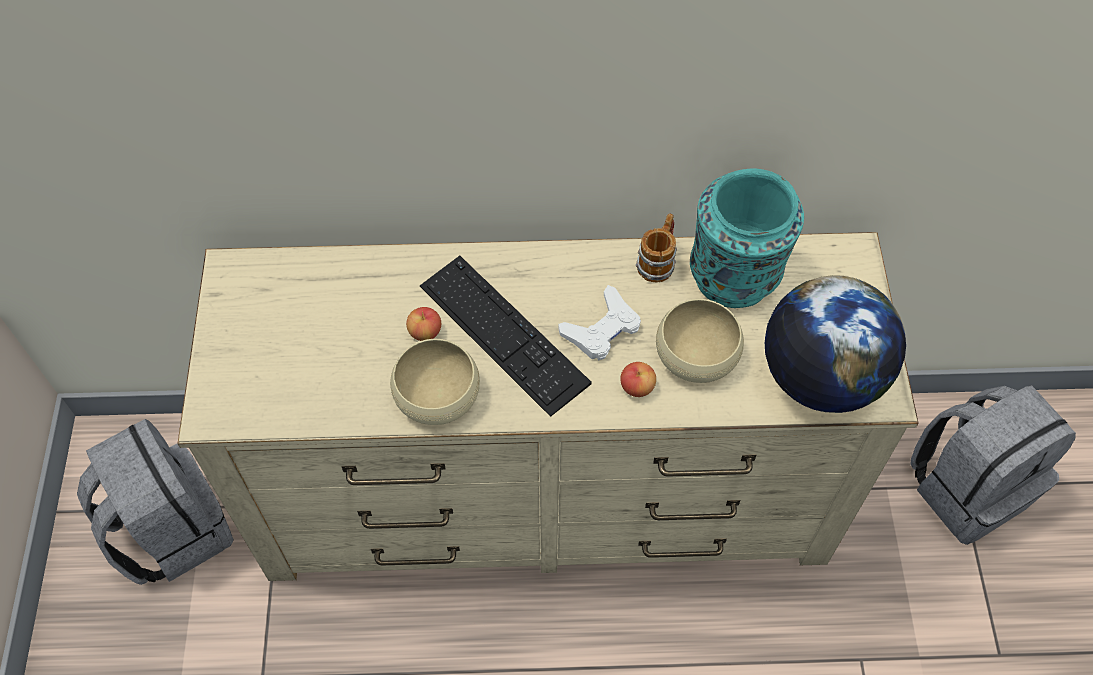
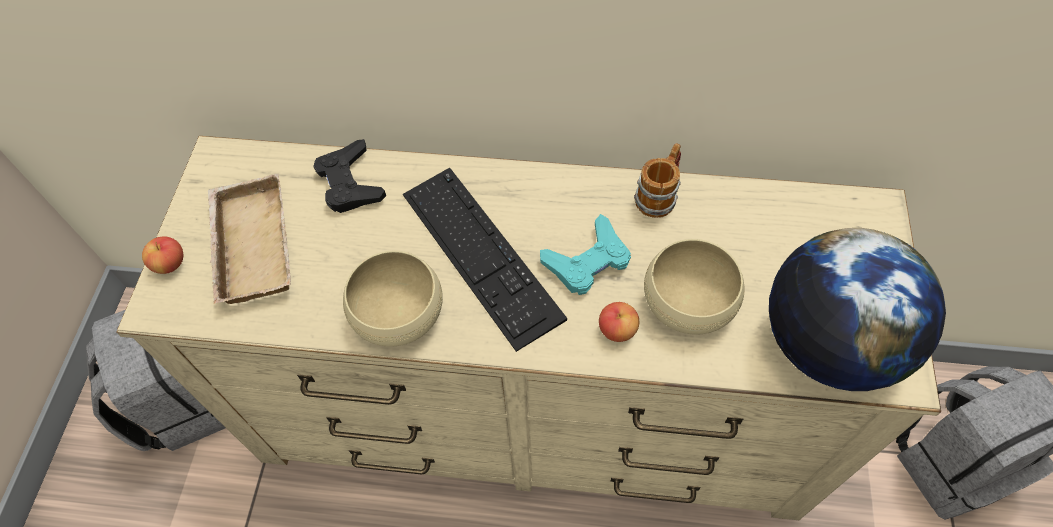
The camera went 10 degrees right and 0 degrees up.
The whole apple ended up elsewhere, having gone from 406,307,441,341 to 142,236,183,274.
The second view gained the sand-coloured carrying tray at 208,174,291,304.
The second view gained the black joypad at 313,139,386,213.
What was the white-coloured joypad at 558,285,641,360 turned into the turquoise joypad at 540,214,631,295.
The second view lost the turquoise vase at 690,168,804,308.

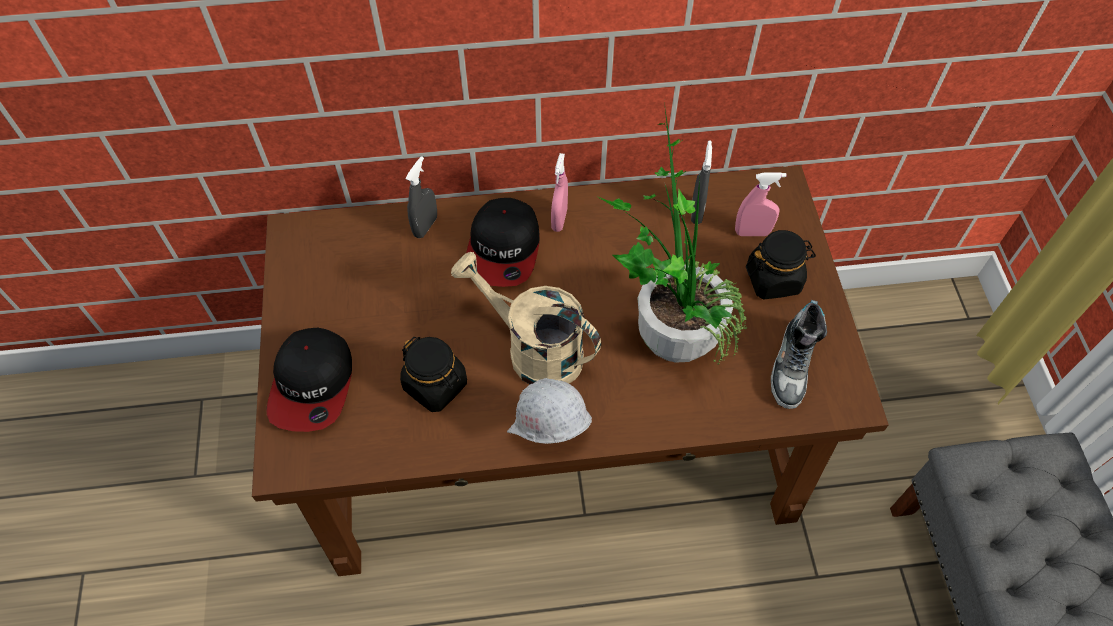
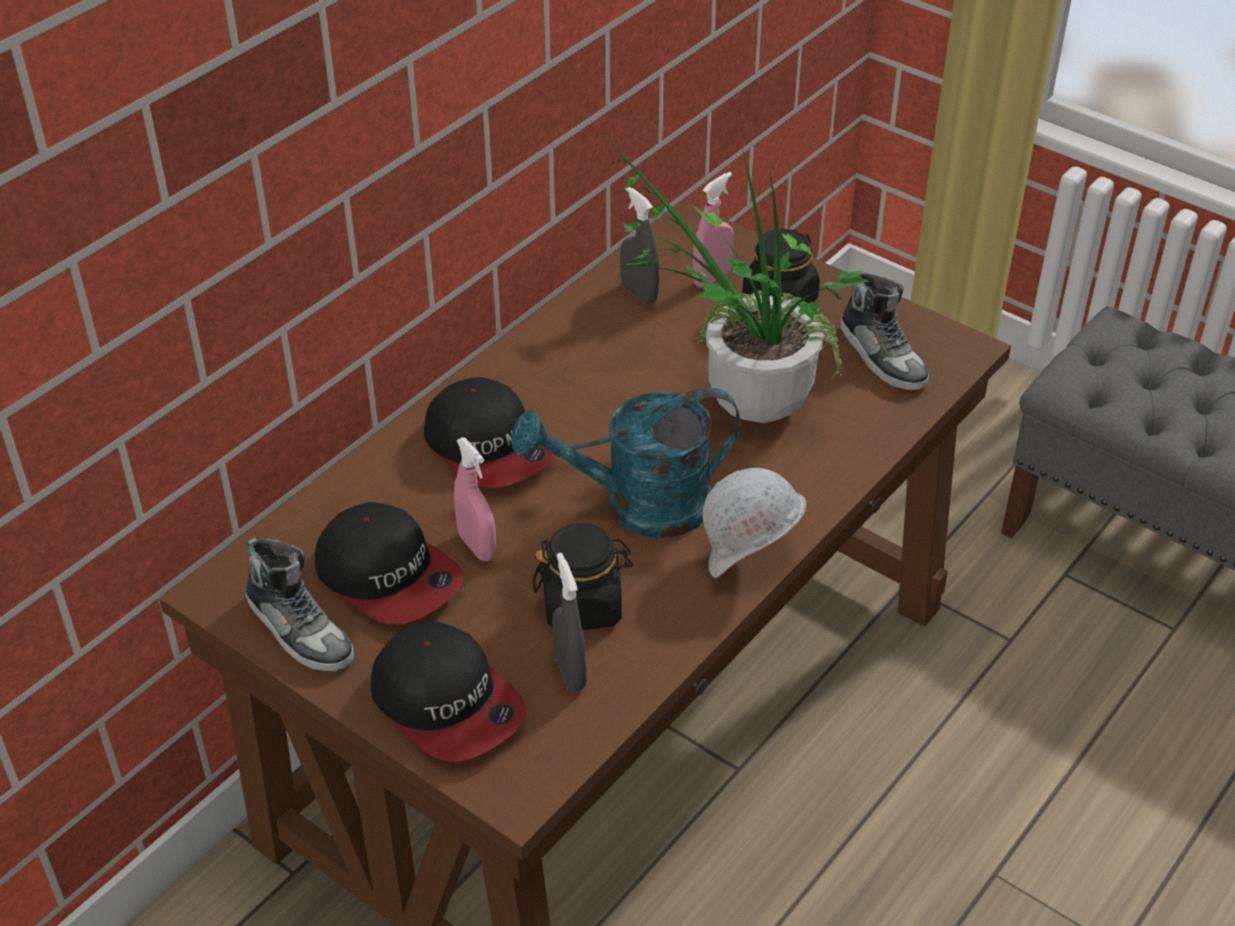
The camera went 45 degrees left and 15 degrees down.
The second view gained the low shoe at 246,538,354,672.
The second view gained the baseball cap at 315,502,463,624.
The pink hand sprayer ended up elsewhere, having gone from 551,153,568,232 to 454,437,496,561.
What was the sand-coloured watering can at 451,252,601,384 turned into the turquoise watering can at 512,388,740,538.
The grey hand sprayer ended up elsewhere, having gone from 405,156,437,238 to 552,553,587,692.

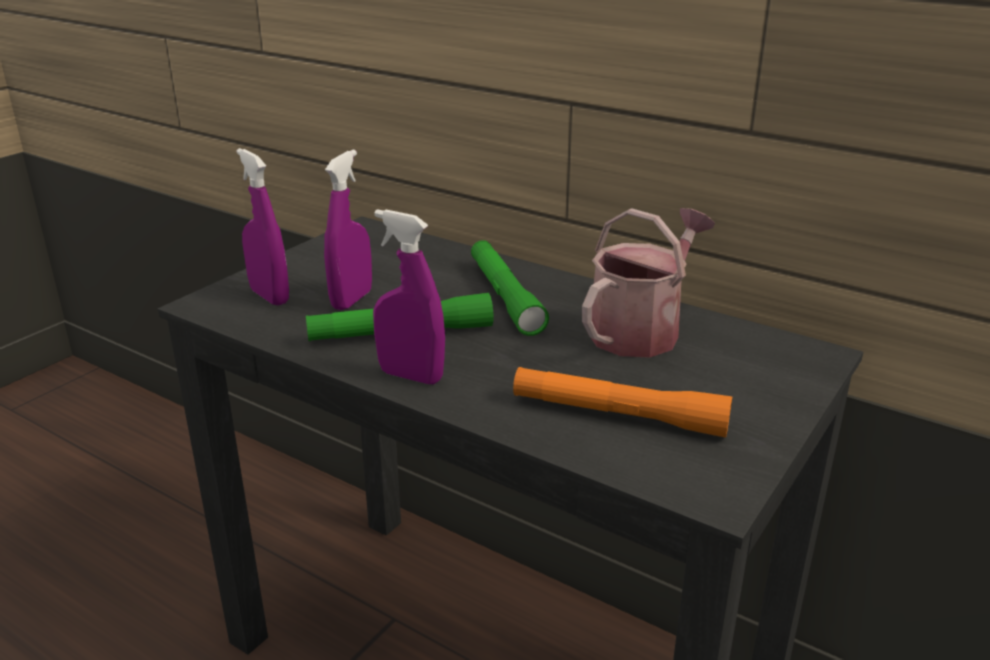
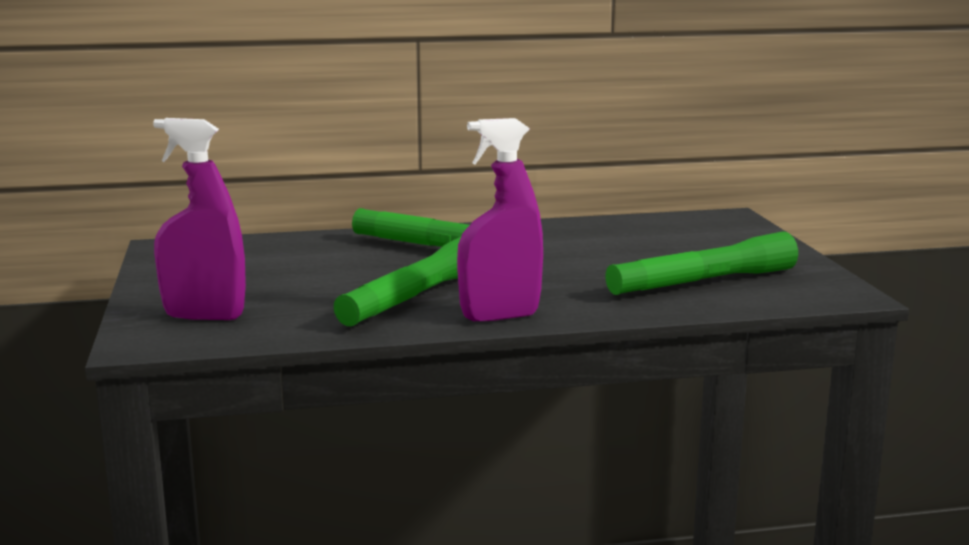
The camera went 45 degrees left and 10 degrees down.
What was the orange flashlight at 513,367,732,438 turned into the green flashlight at 605,231,798,295.
The second view lost the purplish hand sprayer at 324,150,372,310.
The second view lost the watering can at 582,208,715,358.

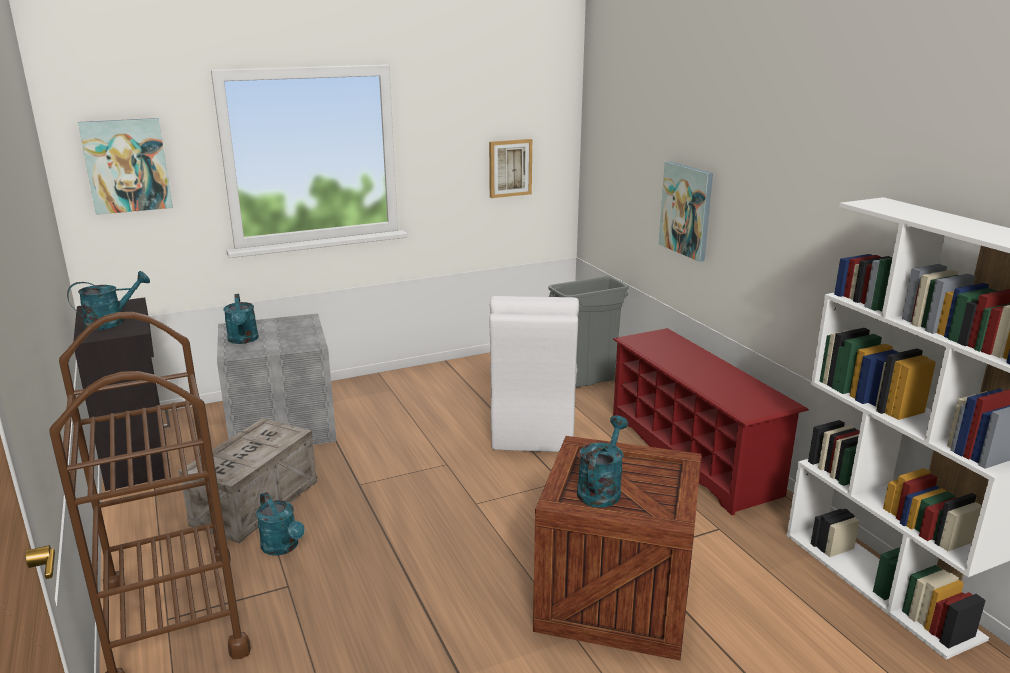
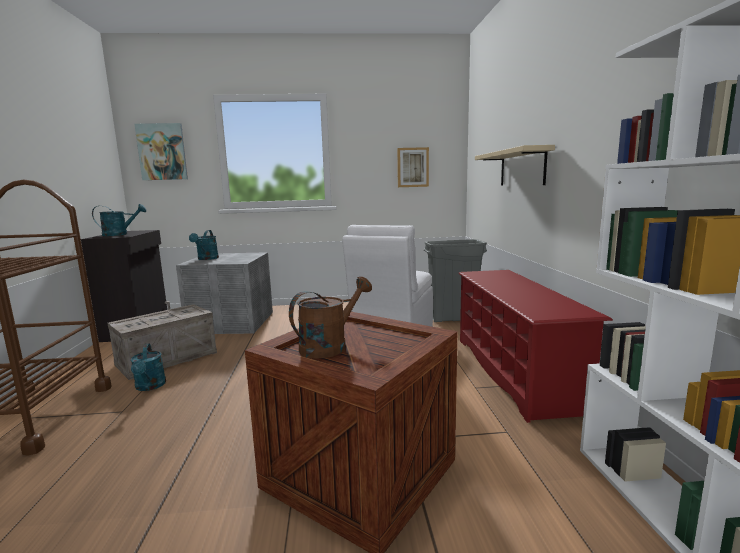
The camera went 20 degrees right and 10 degrees down.
What was the turquoise watering can at 577,415,628,507 turned into the brownish watering can at 289,277,372,359.
Where the wall picture hung at 659,161,713,262, the sand-coloured bracket shelf came to hang at 475,145,555,186.

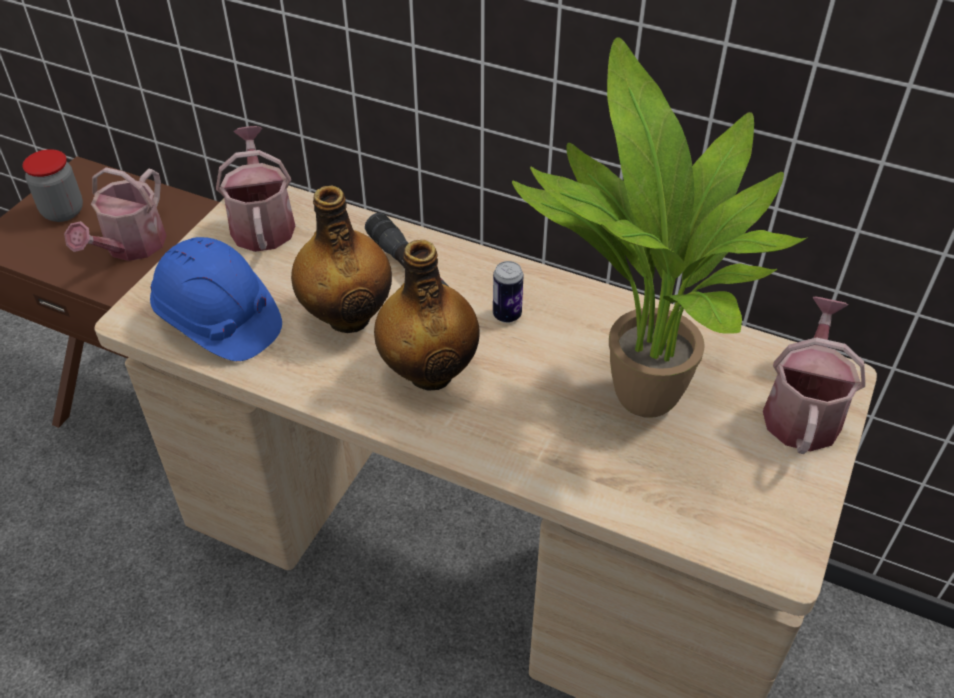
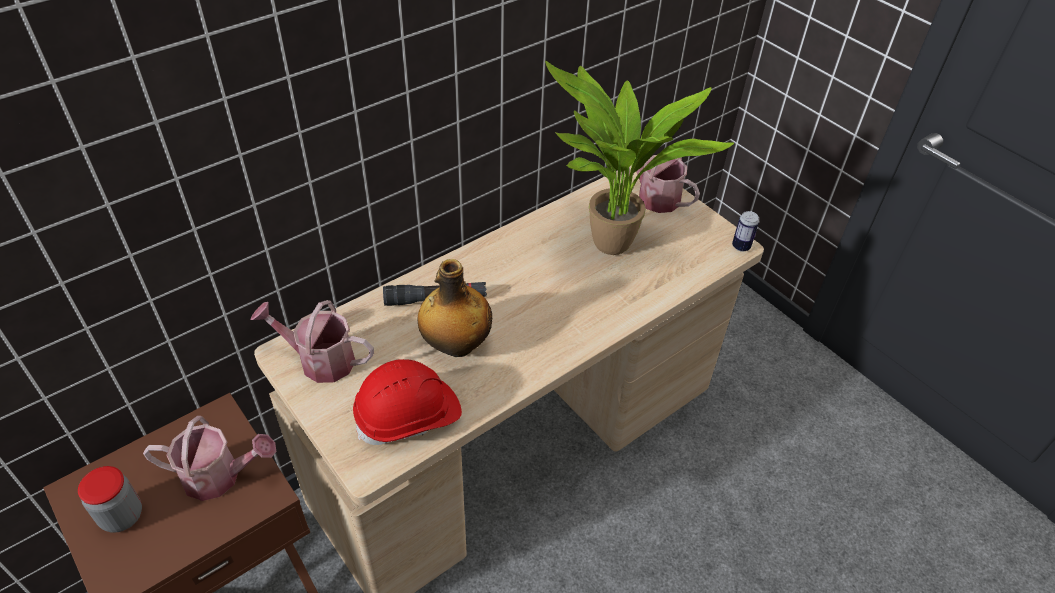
The camera went 65 degrees left and 0 degrees up.
The watering can at 64,167,167,261 ended up facing another way, 45 degrees counterclockwise from before.
What was the blue-coloured safety helmet at 150,237,282,361 turned into the red safety helmet at 353,359,462,445.
The metal can ended up elsewhere, having gone from 493,261,524,323 to 732,211,759,252.
The second view lost the drink bottle at 374,240,480,391.

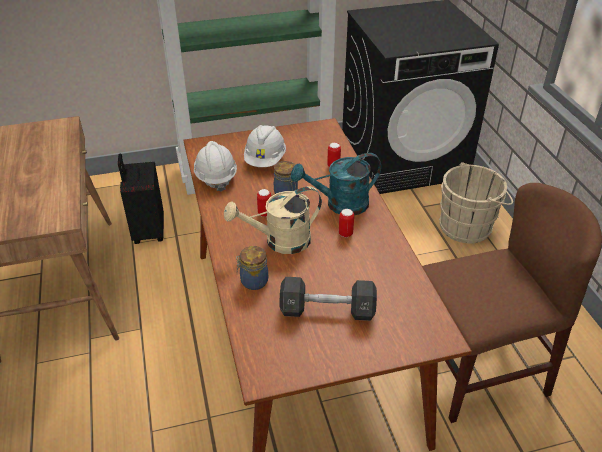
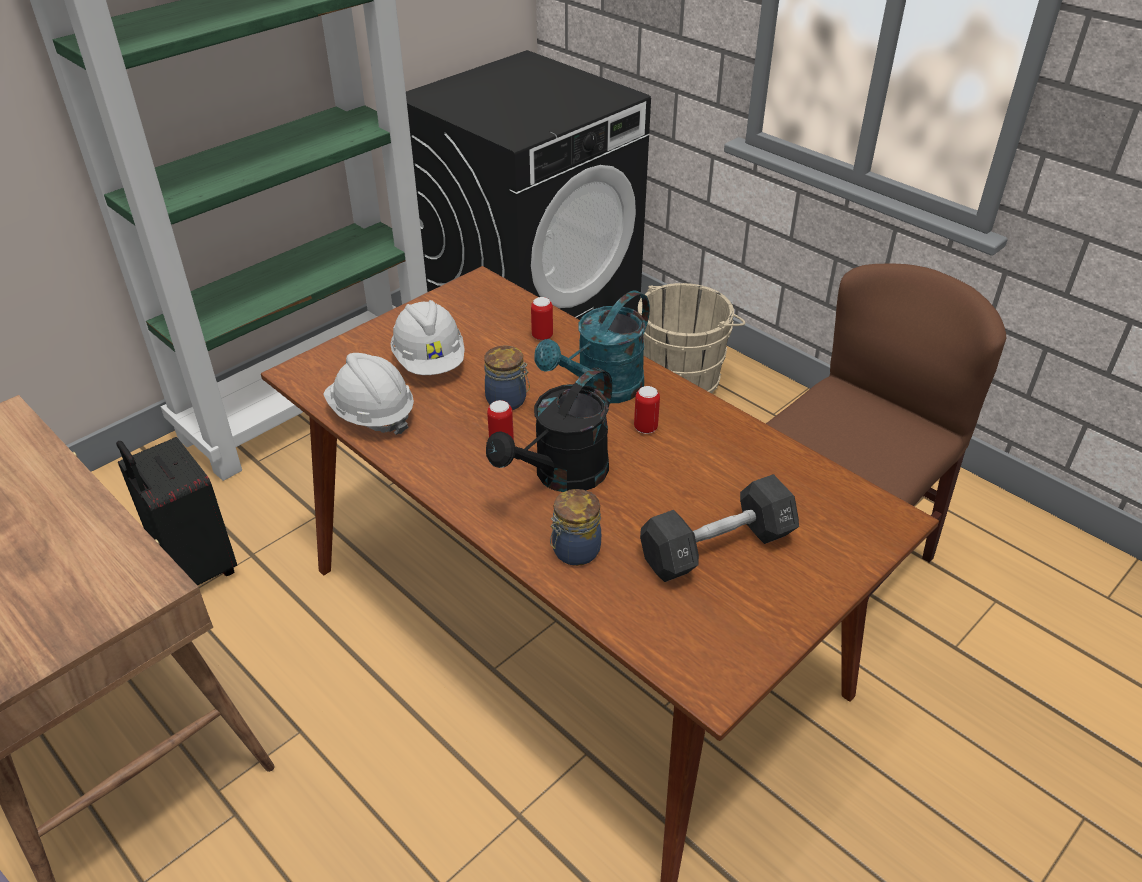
The camera went 30 degrees left and 0 degrees up.
What was the sand-coloured watering can at 224,187,322,254 turned into the black watering can at 486,367,612,492.

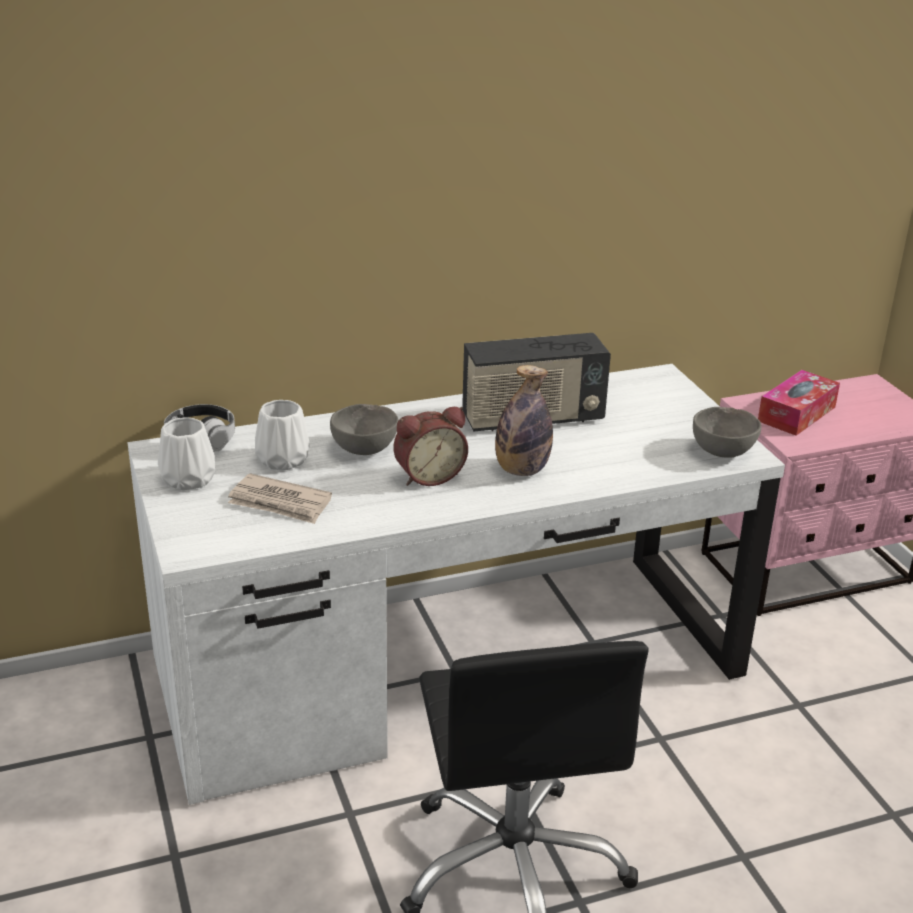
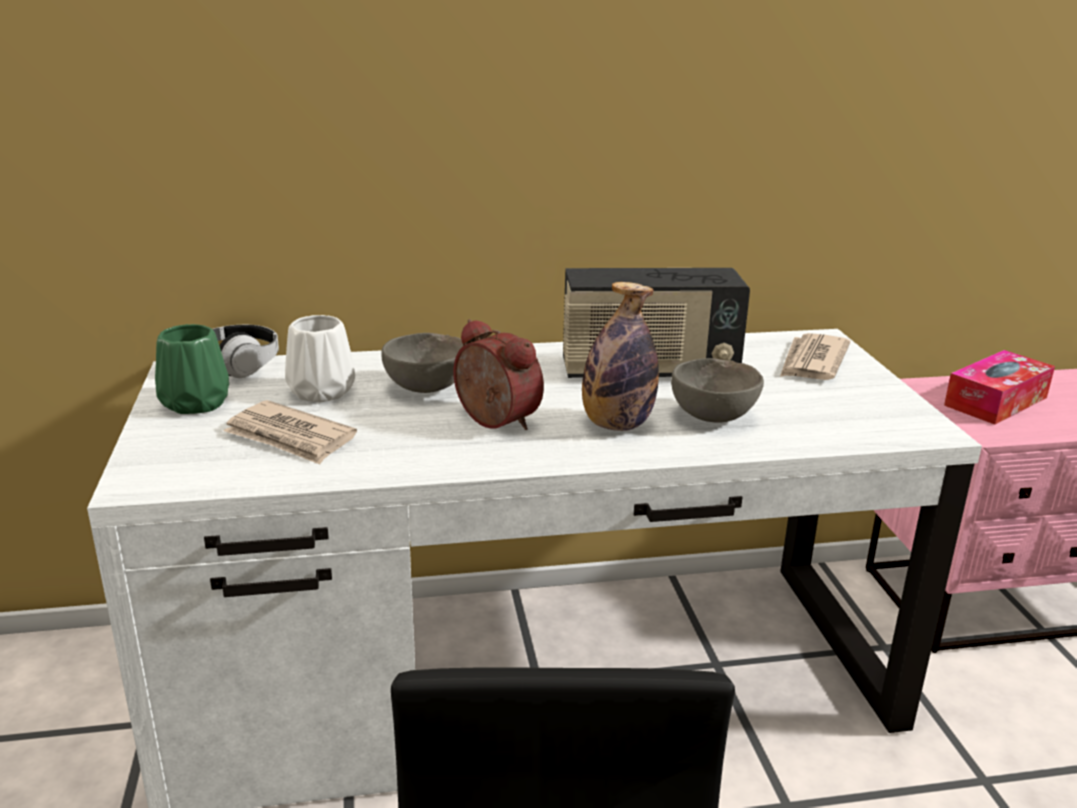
The camera went 10 degrees right and 5 degrees down.
What was the white-coloured vase at 158,418,215,490 turned into the green vase at 155,324,229,414.
The alarm clock at 394,407,468,486 ended up facing another way, 120 degrees counterclockwise from before.
The grey bowl ended up elsewhere, having gone from 693,407,762,458 to 671,358,764,423.
The second view gained the daily paper at 780,333,851,380.

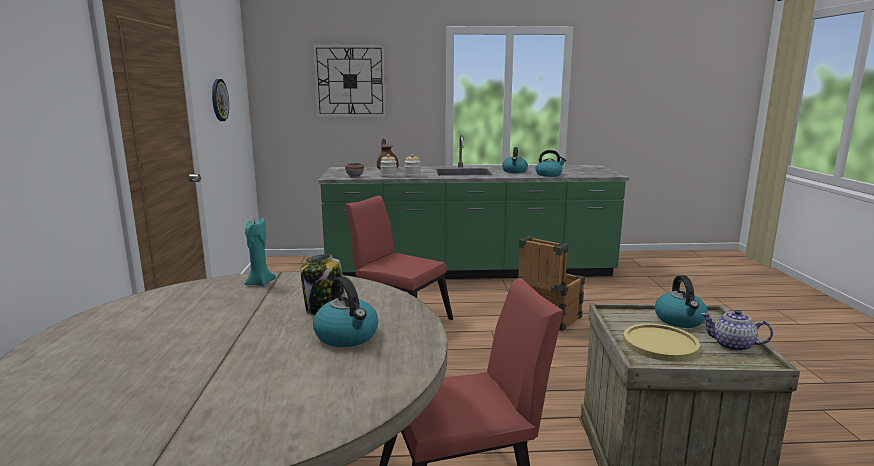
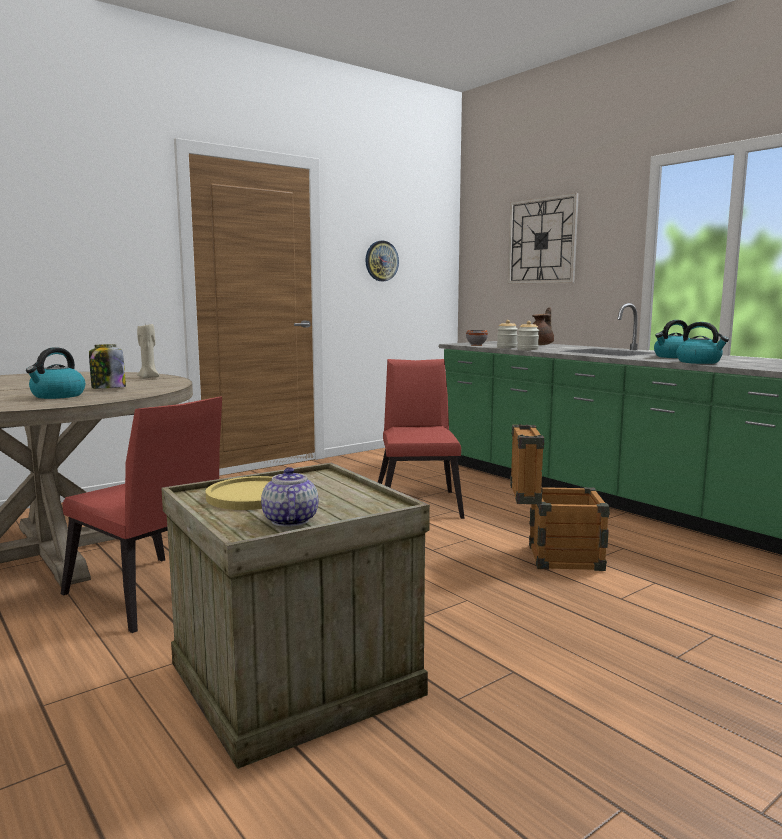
The camera went 55 degrees right and 5 degrees down.
What was the turquoise candle at 244,218,276,286 turned into the sand-coloured candle at 137,324,160,379.
The second view lost the water kettle at 655,275,707,328.

